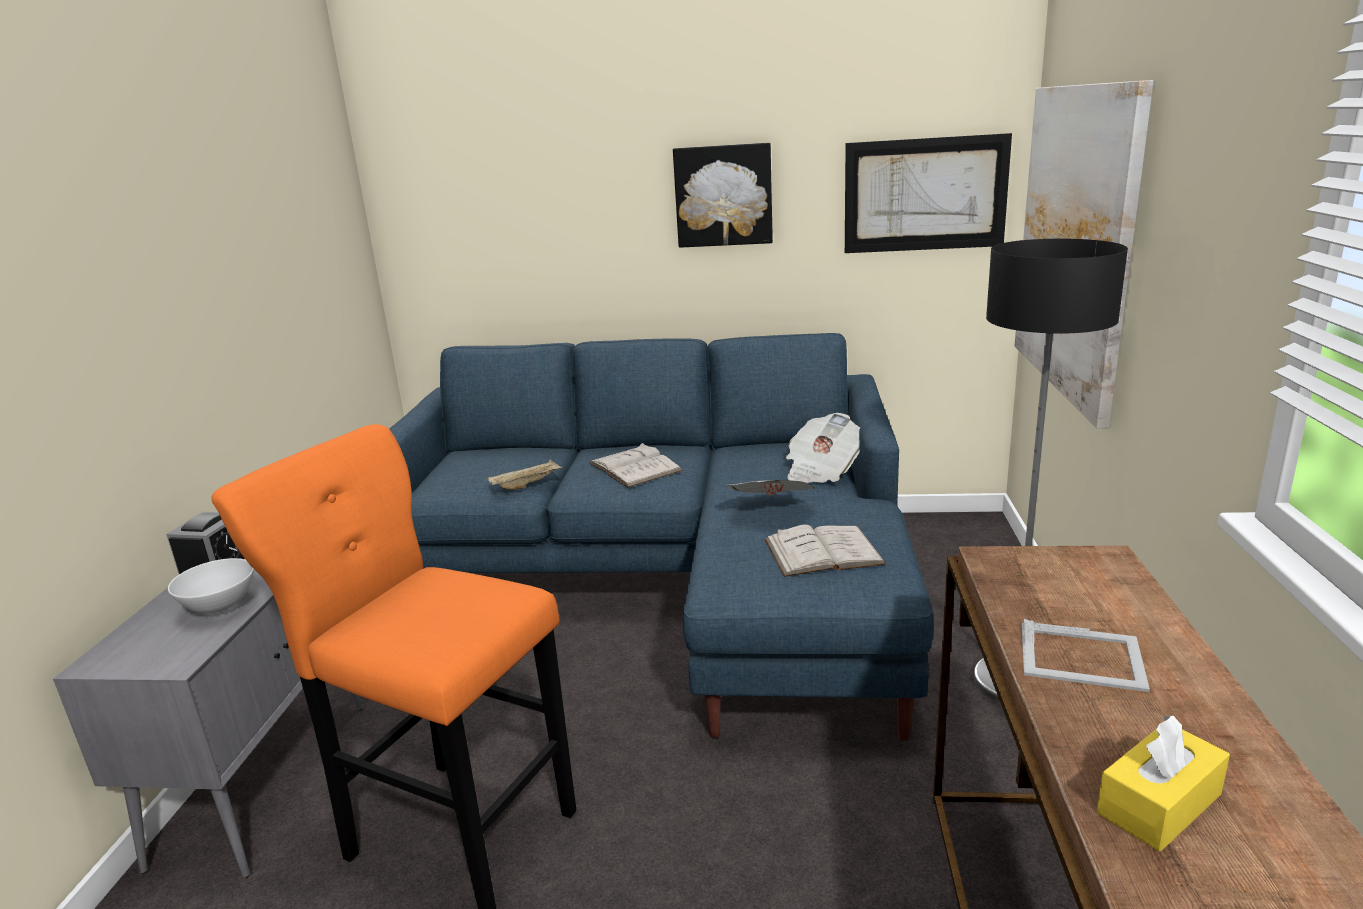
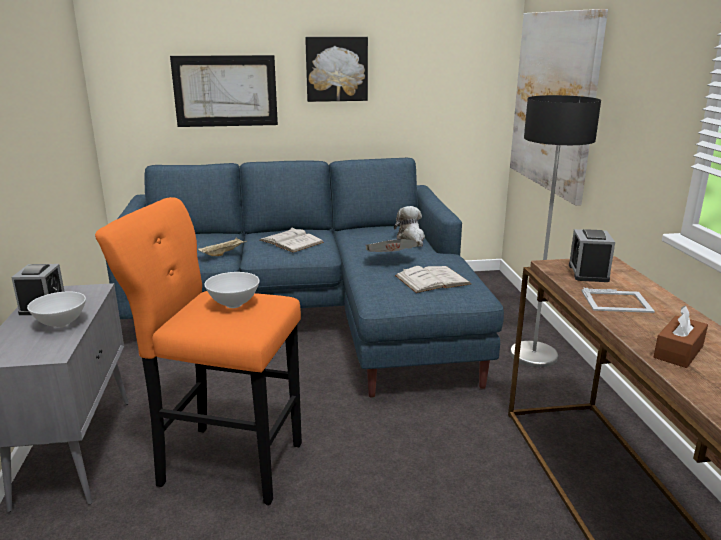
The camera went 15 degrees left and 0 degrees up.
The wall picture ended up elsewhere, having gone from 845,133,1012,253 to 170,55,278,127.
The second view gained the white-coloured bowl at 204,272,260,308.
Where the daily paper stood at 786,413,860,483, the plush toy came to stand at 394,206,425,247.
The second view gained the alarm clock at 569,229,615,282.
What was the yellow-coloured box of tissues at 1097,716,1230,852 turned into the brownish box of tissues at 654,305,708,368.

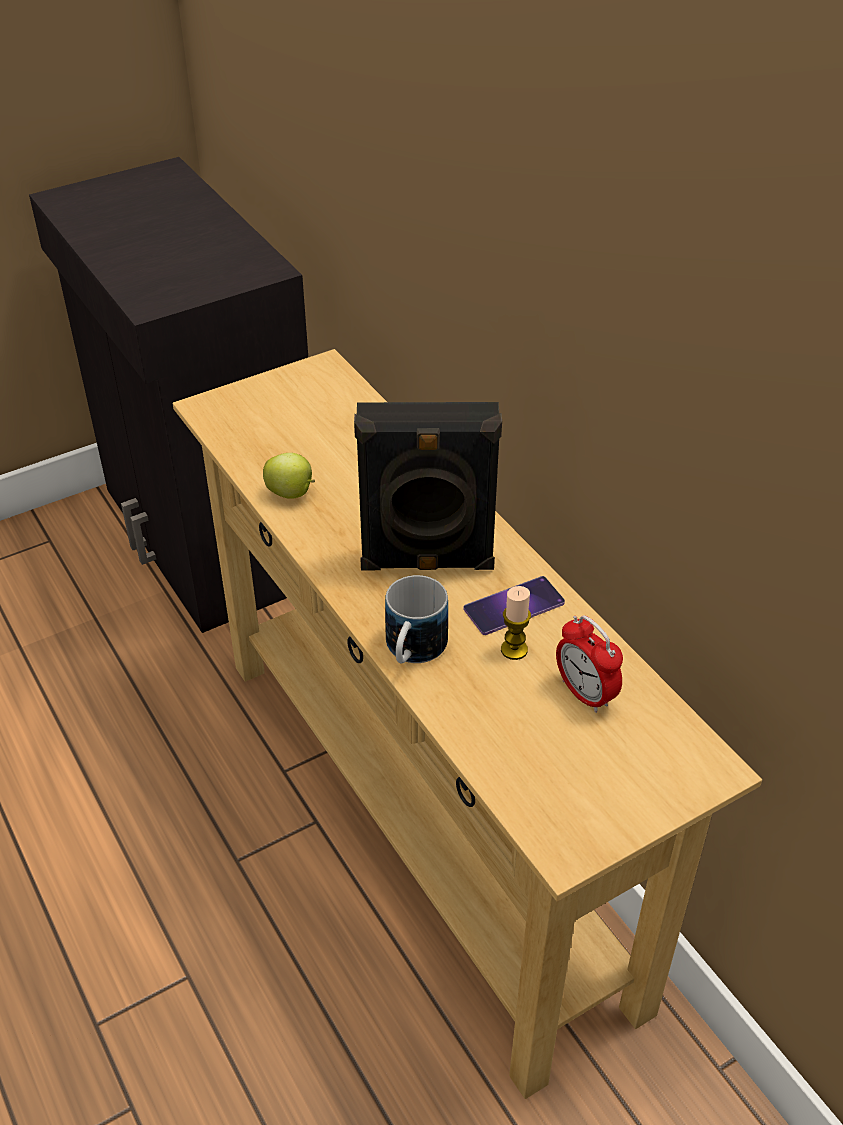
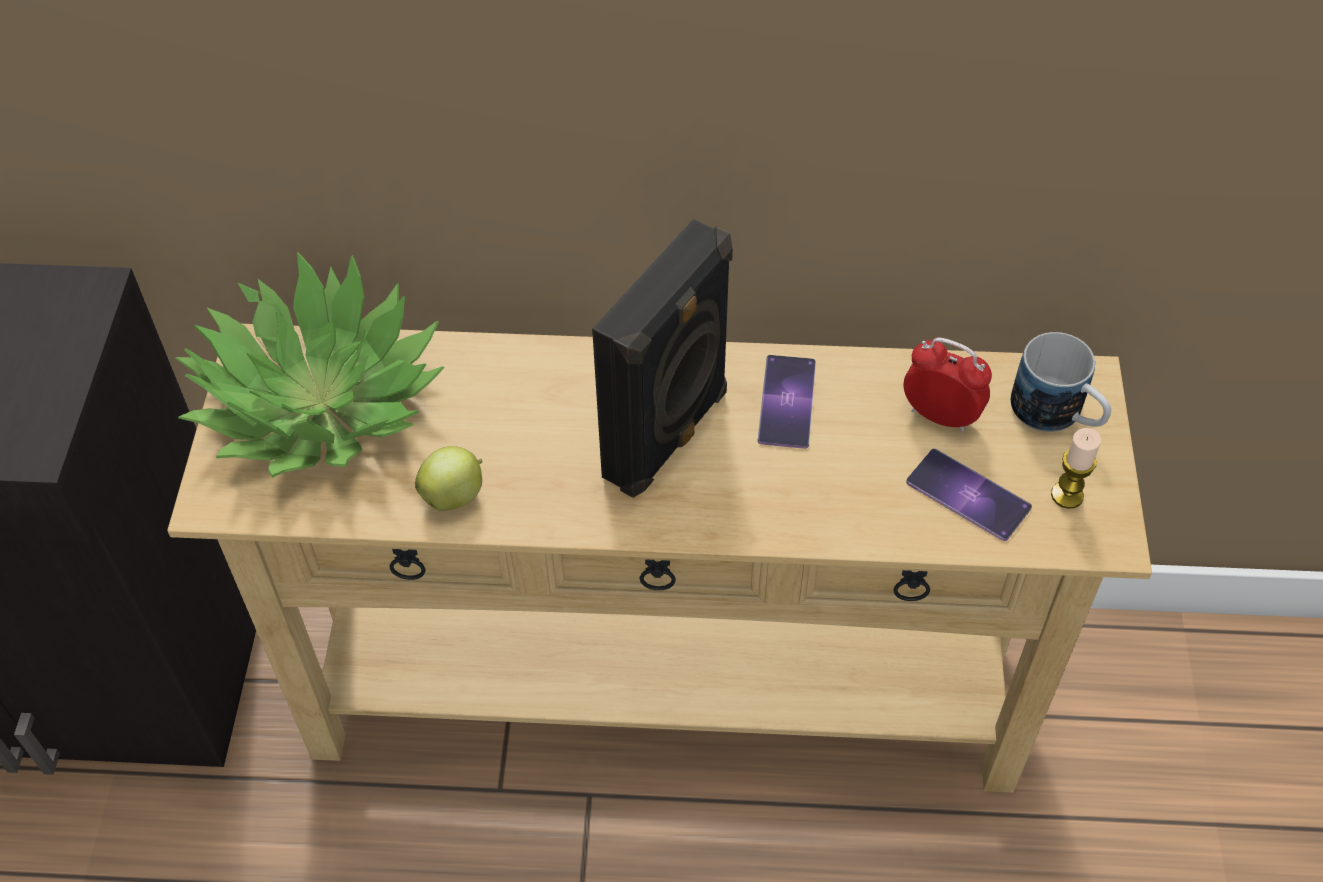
The camera went 55 degrees left and 10 degrees up.
The second view gained the houseplant at 175,252,445,478.
The alarm clock at 556,615,623,713 ended up facing another way, 150 degrees counterclockwise from before.
The second view gained the phone at 906,449,1032,541.
The coffee mug ended up elsewhere, having gone from 385,575,448,663 to 1011,332,1111,432.
The candle ended up elsewhere, having gone from 501,586,531,660 to 1051,428,1101,509.

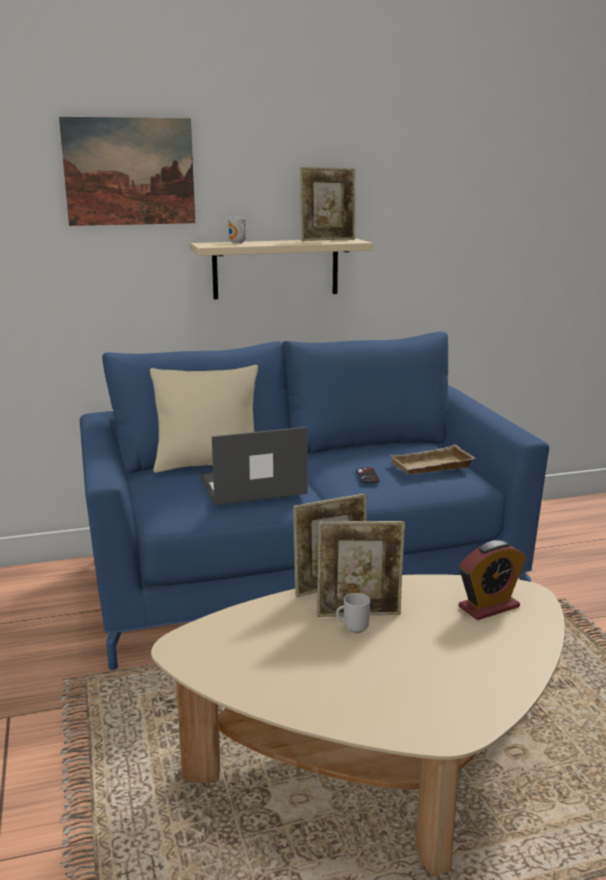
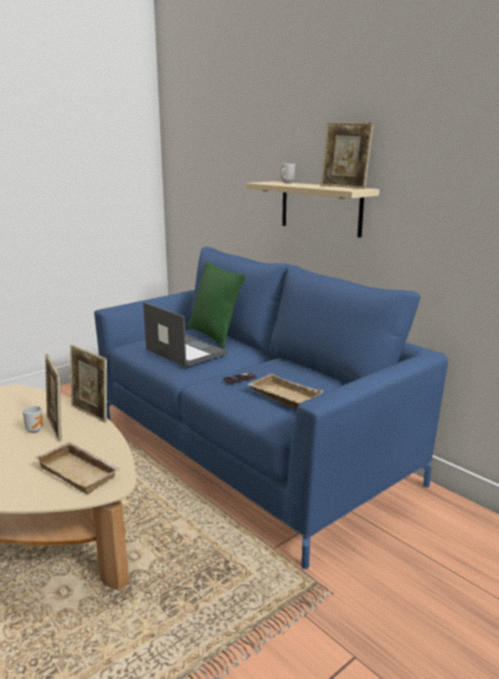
The camera went 65 degrees right and 0 degrees up.
Where the alarm clock stood at 459,540,526,620, the sand-coloured carrying tray came to stand at 34,442,120,494.
What was the sand-coloured pillow at 150,365,258,473 turned into the green pillow at 188,261,246,348.
The second view lost the wall picture at 59,117,195,226.

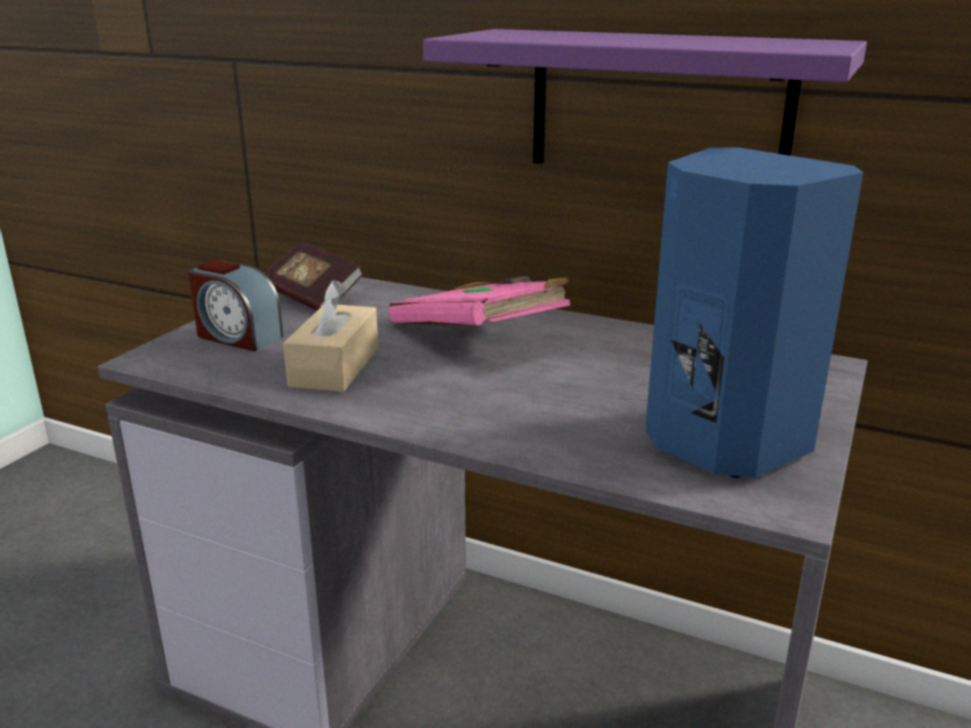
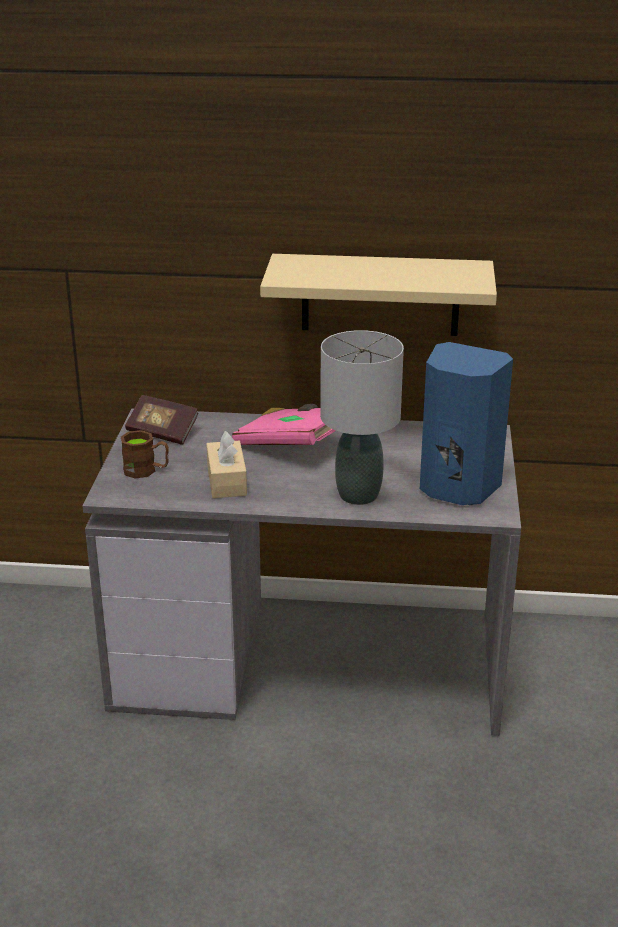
The camera went 20 degrees left and 5 degrees up.
Where the alarm clock stood at 188,260,283,352, the brownish coffee mug came to stand at 121,430,169,478.
What was the purplish bracket shelf at 423,29,867,164 turned into the sand-coloured bracket shelf at 260,254,497,336.
The second view gained the grey table lamp at 320,330,404,505.

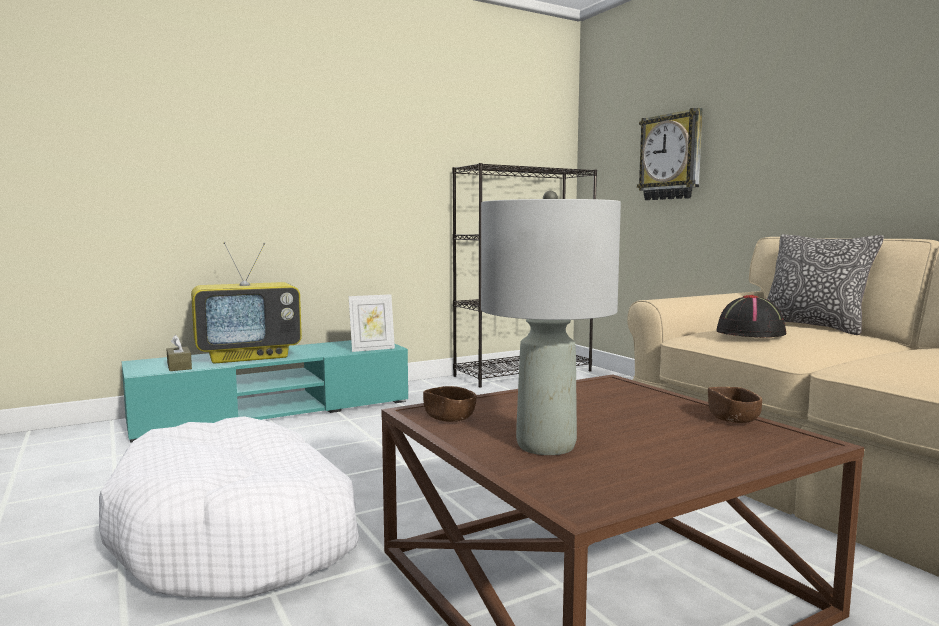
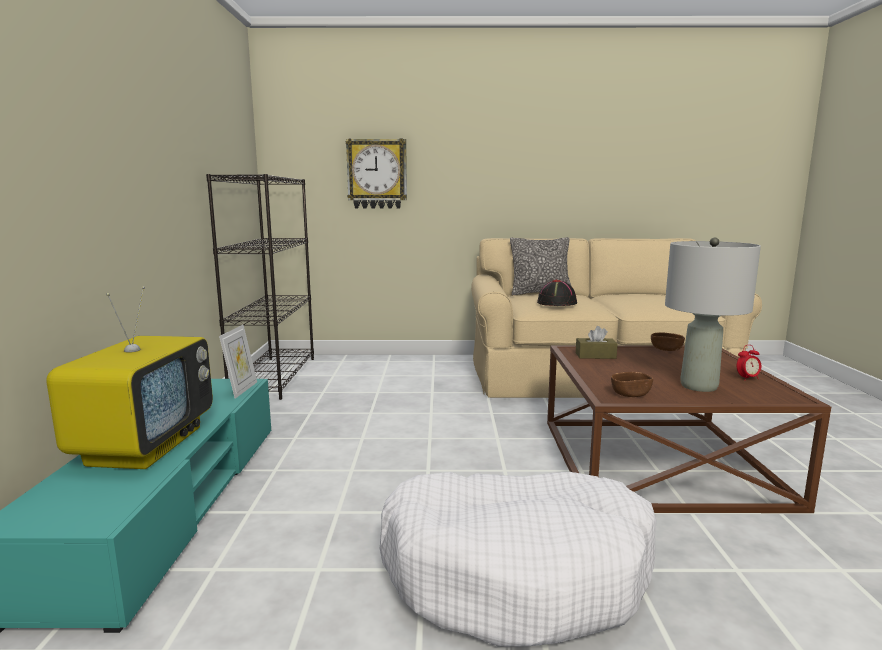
The camera went 60 degrees left and 5 degrees up.
The brownish box of tissues ended up elsewhere, having gone from 167,335,192,371 to 576,326,618,359.
The second view gained the alarm clock at 737,345,761,380.

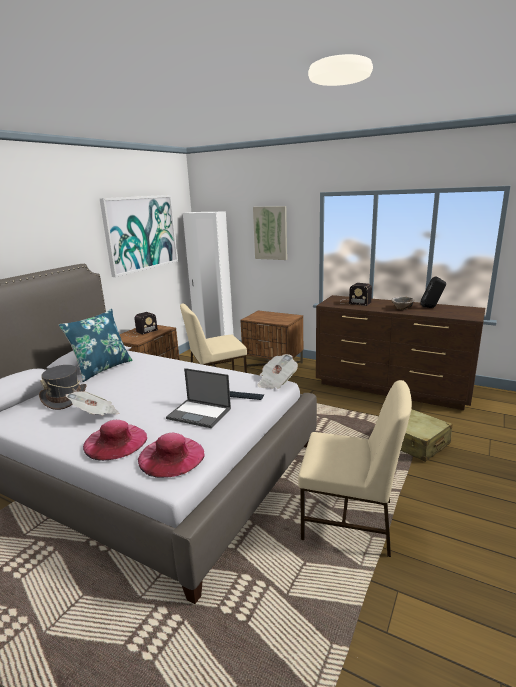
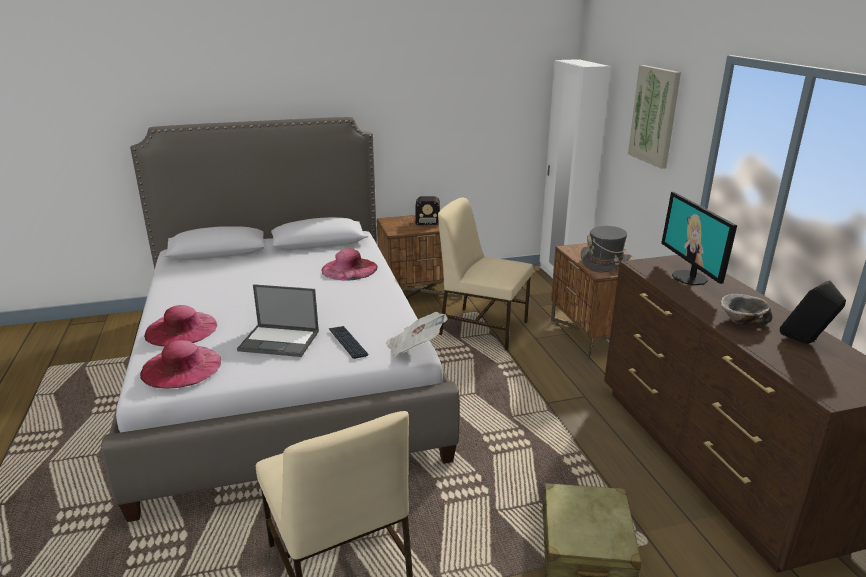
The camera went 45 degrees right and 5 degrees up.
The portable computer at 166,368,231,428 ended up facing another way, 60 degrees counterclockwise from before.
The second view gained the pink wearable hat at 321,248,378,280.
The grey wearable hat ended up elsewhere, having gone from 39,365,87,410 to 581,226,631,273.
Where the radio stood at 341,283,372,306, the computer display came to stand at 661,192,737,285.
The second view lost the blue-coloured pillow at 59,309,133,382.
The second view lost the daily paper at 66,391,120,415.
The second view lost the wall picture at 99,195,178,277.

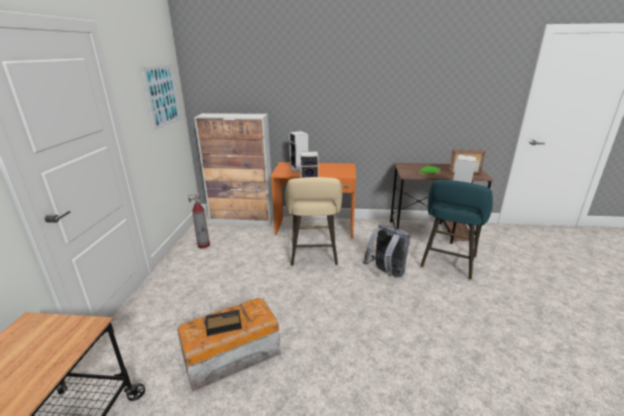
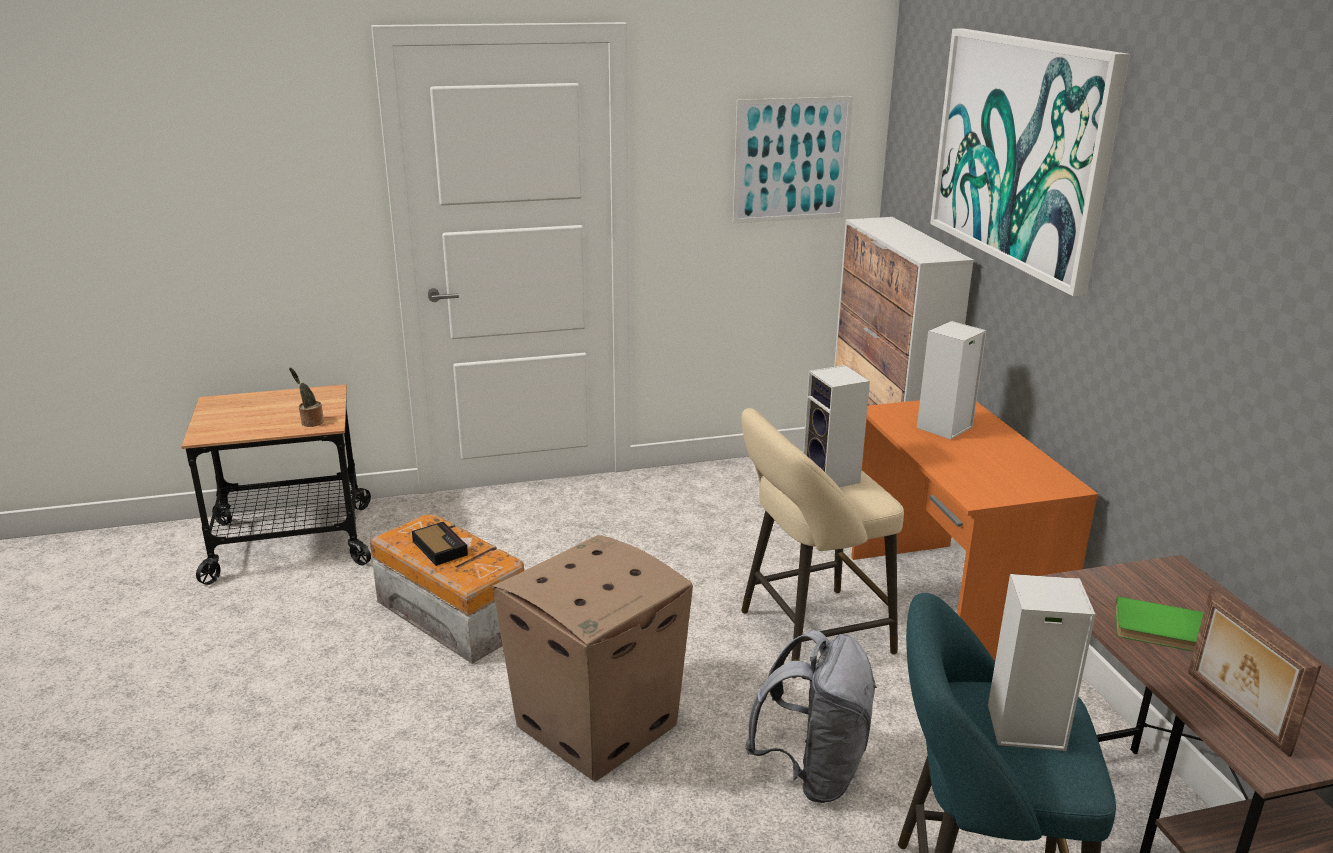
The camera went 70 degrees right and 0 degrees up.
The second view gained the houseplant at 289,368,324,427.
The second view gained the carton at 492,535,693,782.
The second view gained the wall picture at 930,29,1130,296.
The second view lost the extinguisher at 188,194,210,249.

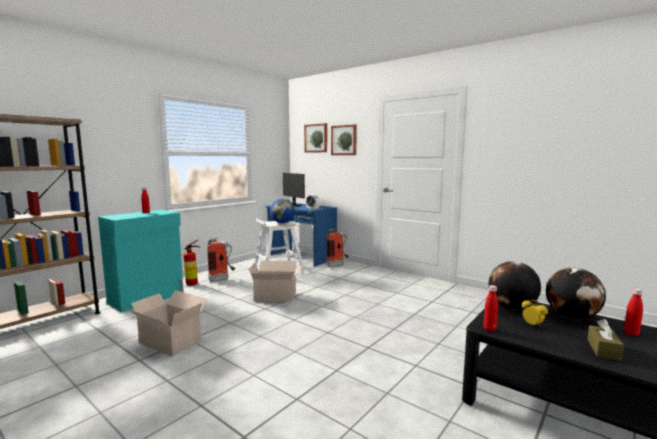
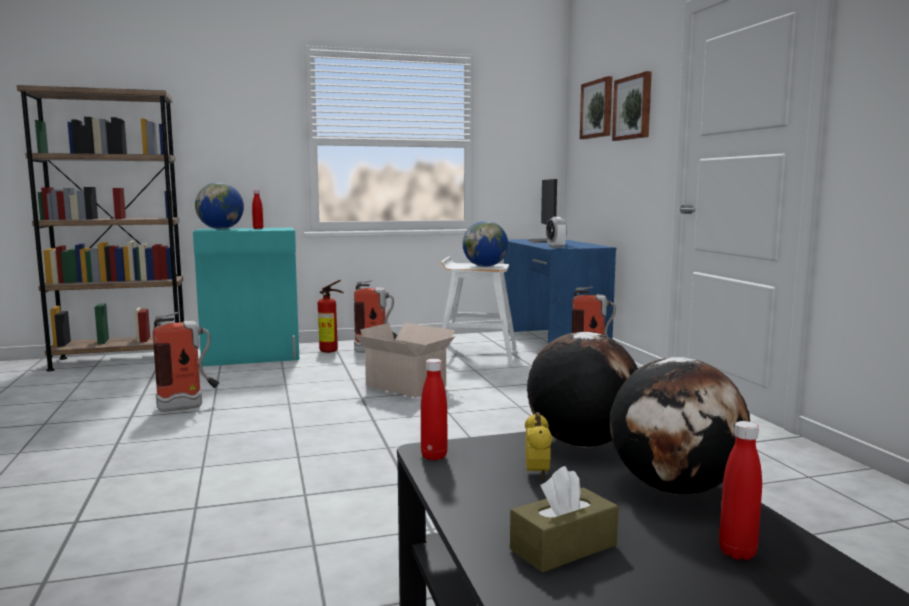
The camera went 35 degrees right and 0 degrees up.
Where the carton stood at 125,290,208,357, the extinguisher came to stand at 153,312,219,412.
The second view gained the desk globe at 195,182,244,229.

